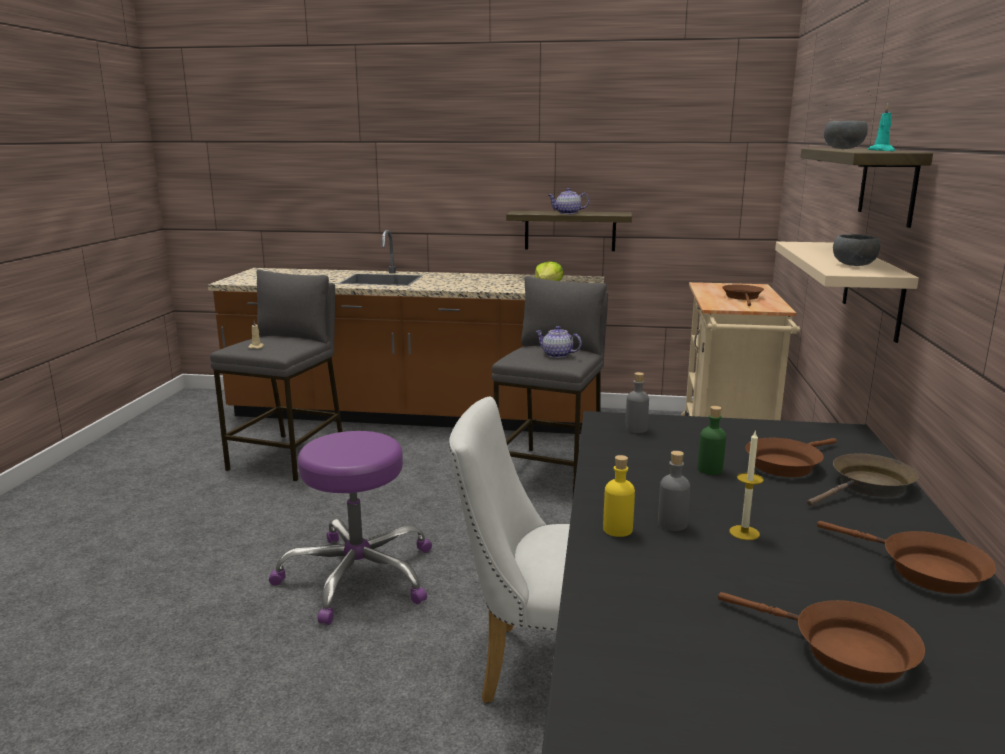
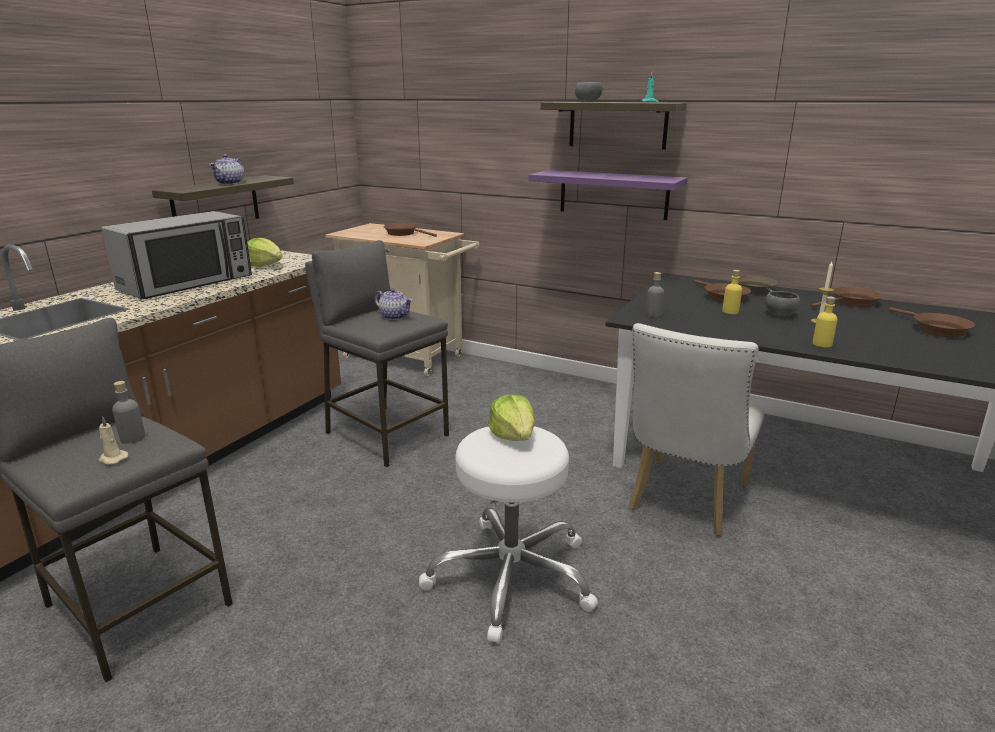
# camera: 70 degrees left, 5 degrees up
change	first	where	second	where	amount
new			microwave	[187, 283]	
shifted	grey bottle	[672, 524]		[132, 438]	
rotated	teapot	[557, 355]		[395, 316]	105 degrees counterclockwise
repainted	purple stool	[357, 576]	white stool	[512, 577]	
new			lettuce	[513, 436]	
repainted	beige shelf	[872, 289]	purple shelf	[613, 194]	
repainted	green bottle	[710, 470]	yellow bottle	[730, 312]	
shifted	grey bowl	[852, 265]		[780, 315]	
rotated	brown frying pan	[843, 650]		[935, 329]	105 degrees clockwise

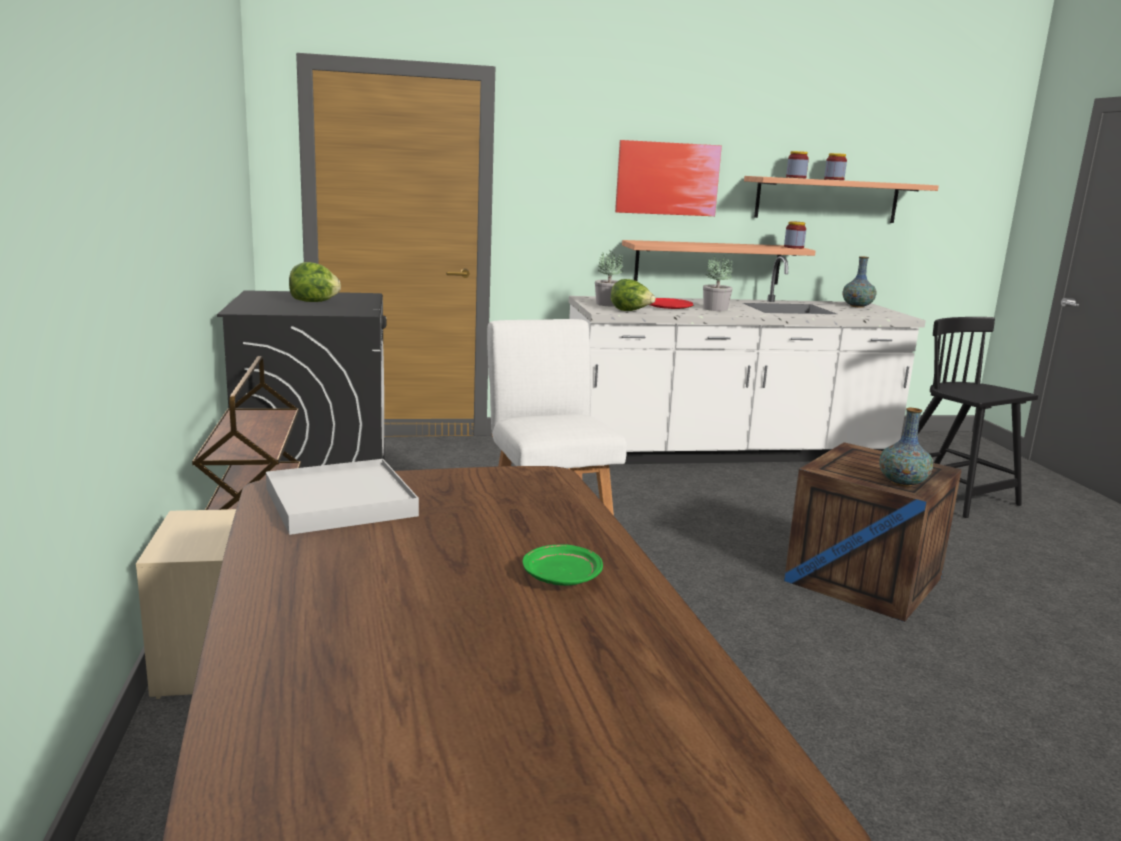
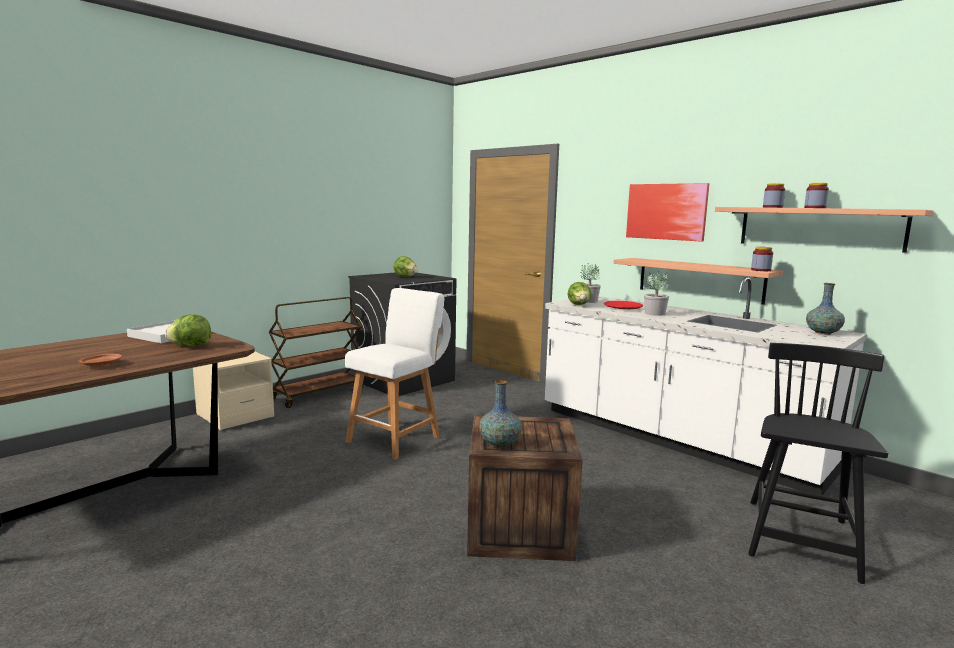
# camera: 55 degrees right, 5 degrees down
change	first	where	second	where	amount
repainted	green plate	[561, 577]	brown plate	[102, 365]	
new			lettuce	[190, 346]	

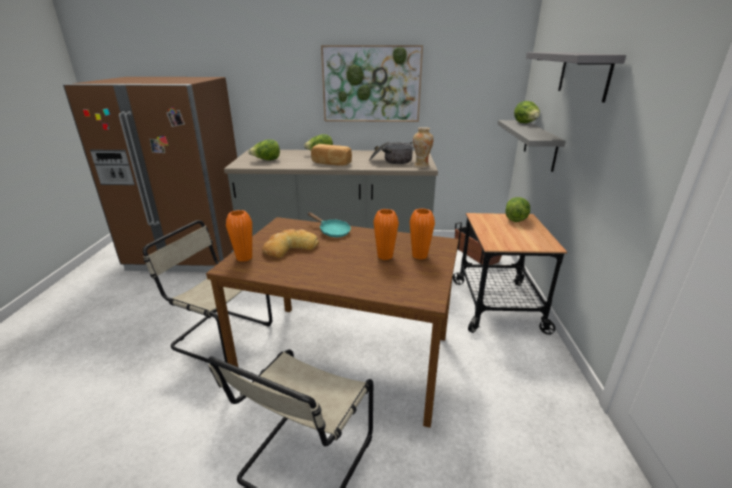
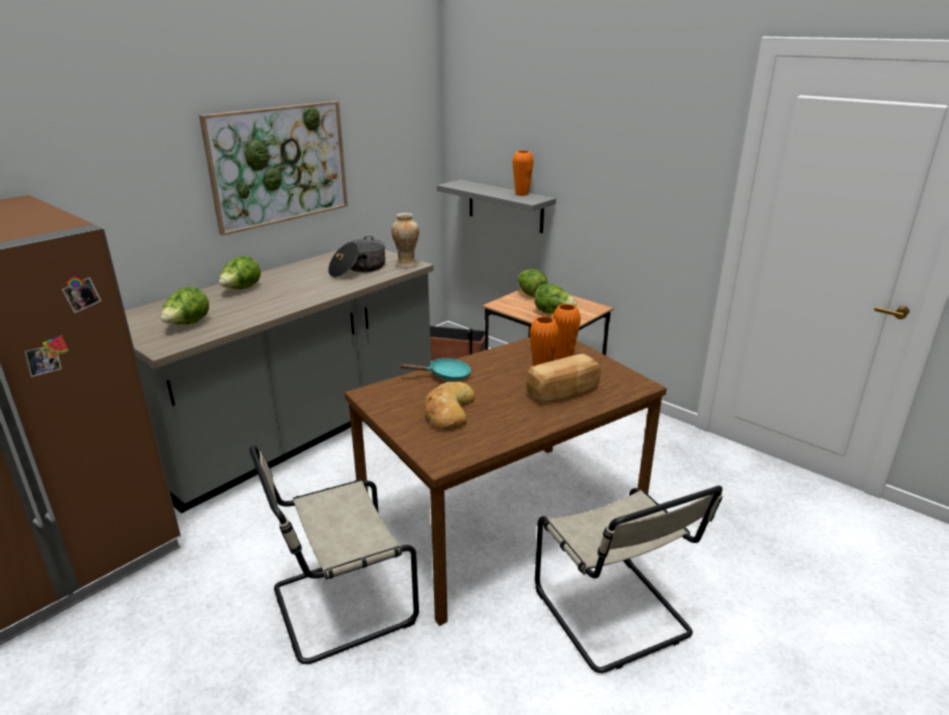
# camera: 50 degrees left, 0 degrees up
change	first	where	second	where	amount
shifted	orange vase	[244, 258]		[521, 194]	
shifted	bread	[331, 163]		[564, 393]	
shifted	lettuce	[525, 123]		[553, 313]	
gone	grey shelf	[584, 75]			

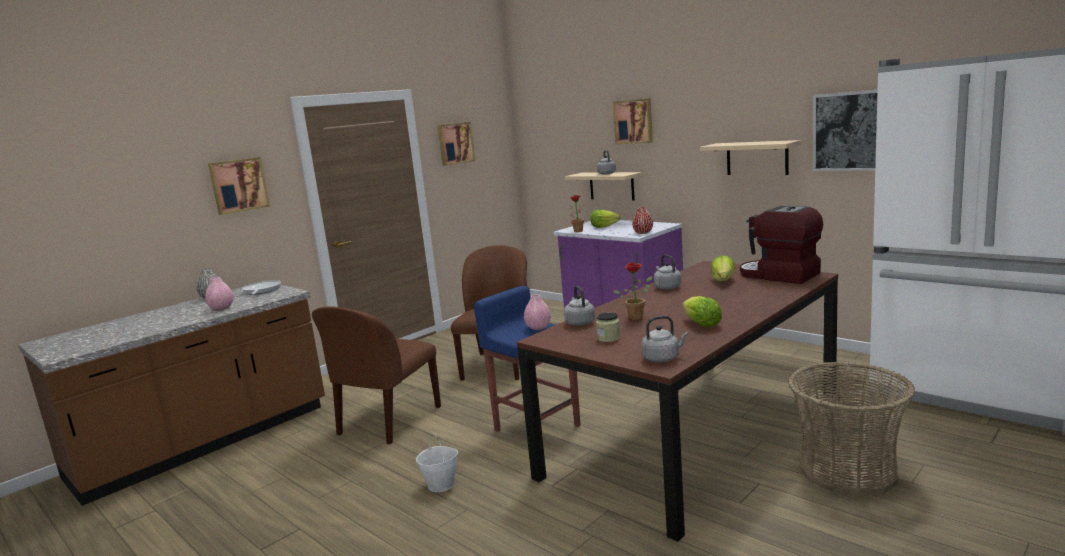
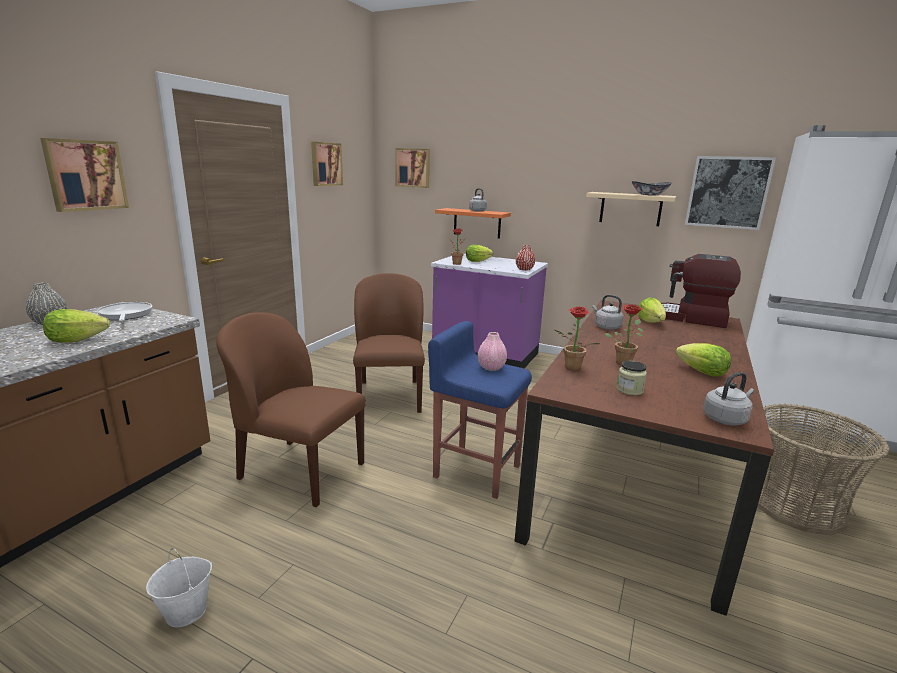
# camera: 20 degrees left, 5 degrees up
change	first	where	second	where	amount
swapped	pink vase	[221, 308]	lettuce	[76, 340]	
shifted	white bucket	[441, 485]		[187, 611]	
rotated	brown chair	[388, 421]		[299, 471]	105 degrees clockwise
shifted	picture	[634, 121]		[413, 168]	
repainted	beige shelf	[611, 186]	orange shelf	[477, 223]	
swapped	grey kettle	[579, 323]	potted plant	[570, 368]	
new			bowl	[649, 195]	

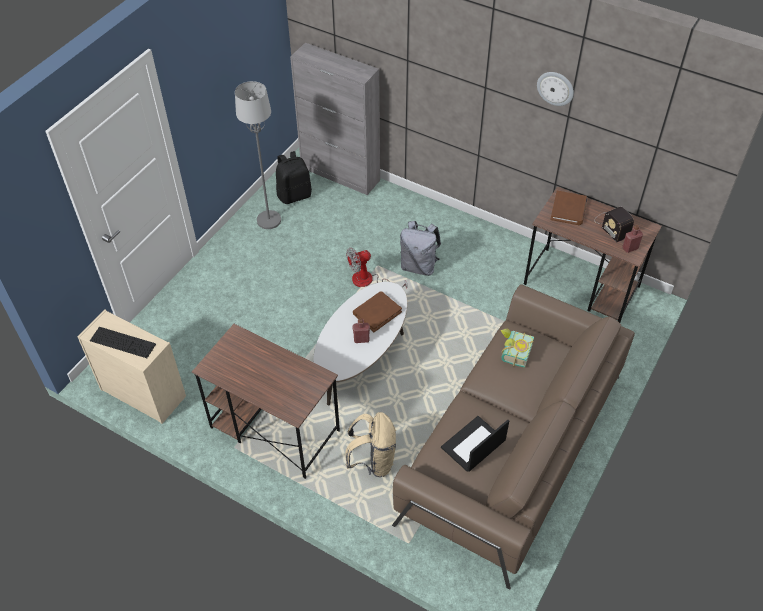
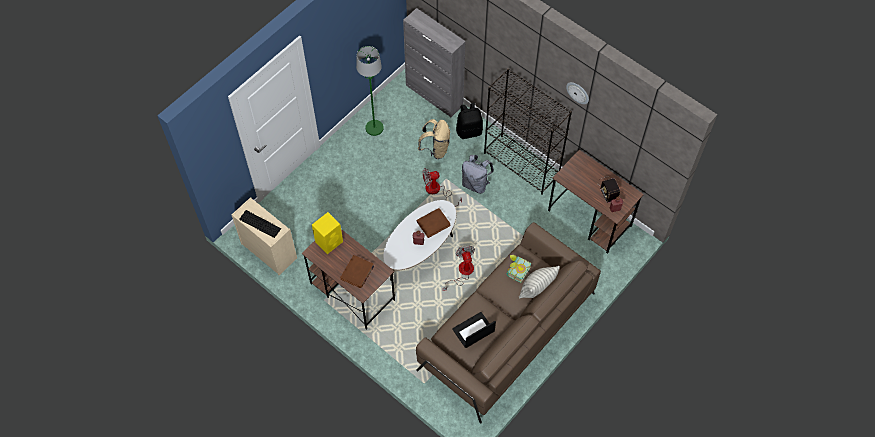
# camera: 10 degrees right, 10 degrees up
change	first	where	second	where	amount
new			yellow speaker	[329, 241]	
shifted	brown book	[568, 210]		[357, 272]	
repainted	grey floor lamp	[268, 220]	green floor lamp	[374, 128]	
shifted	beige backpack	[373, 461]		[436, 149]	
new			fan	[462, 272]	
shifted	black backpack	[294, 195]		[469, 131]	
new			black bookcase	[522, 164]	
new			pillow	[537, 289]	

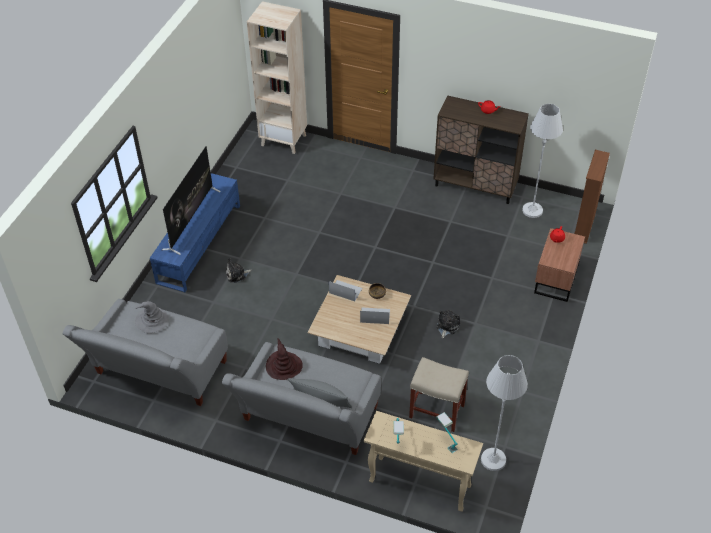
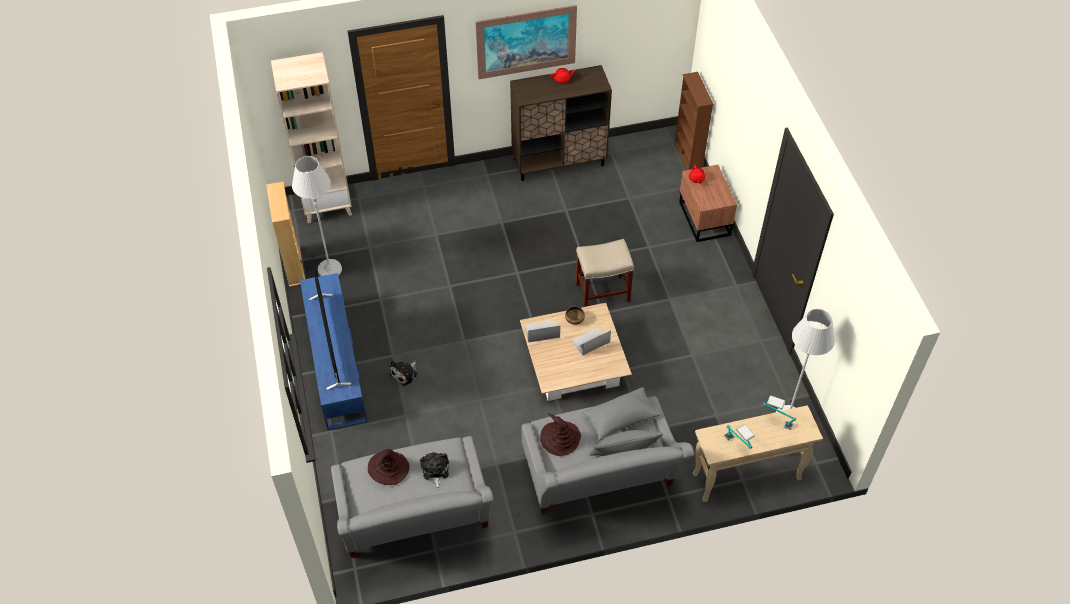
# camera: 35 degrees left, 5 degrees up
change	first	where	second	where	amount
new			beige bookcase	[294, 266]	
shifted	white floor lamp	[532, 210]		[329, 269]	
repainted	grey hat	[152, 320]	brown hat	[388, 468]	
shifted	plush toy	[447, 326]		[435, 471]	
new			picture	[526, 42]	
shifted	beige stool	[436, 411]		[602, 293]	
new			grey pillow	[620, 419]	

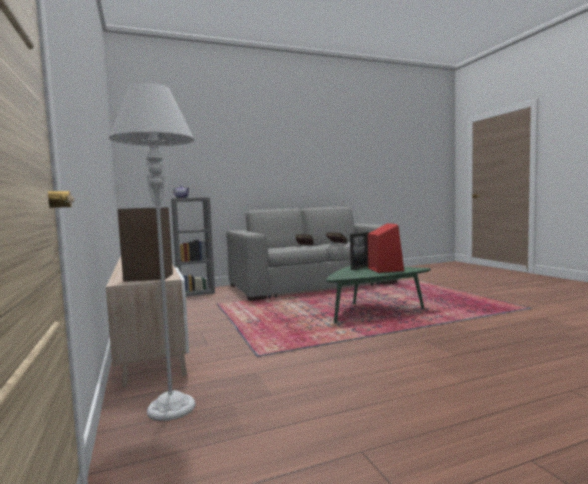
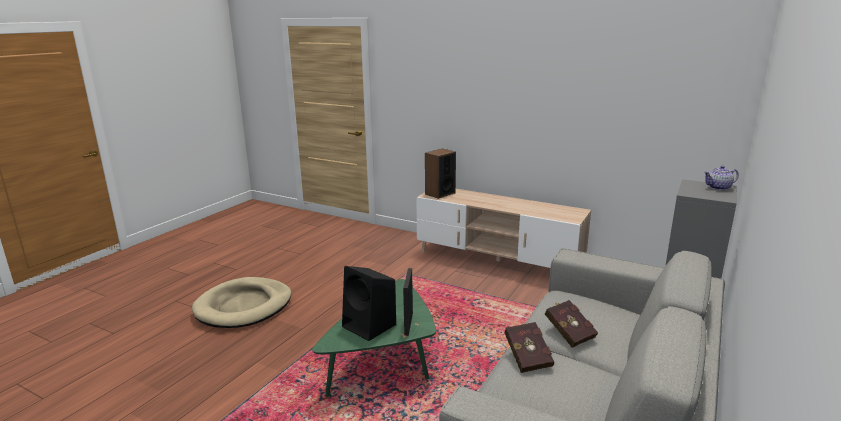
# camera: 140 degrees right, 15 degrees up
change	first	where	second	where	amount
new			beige dog bed	[244, 306]	
repainted	red speaker	[385, 269]	black speaker	[370, 326]	
gone	grey floor lamp	[171, 408]			

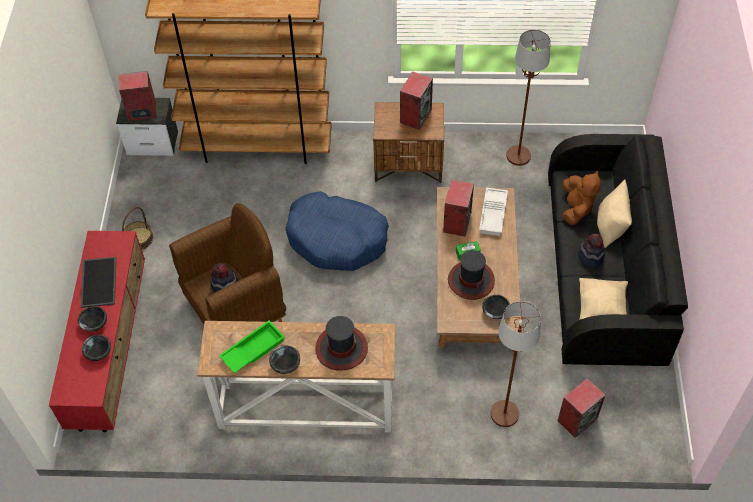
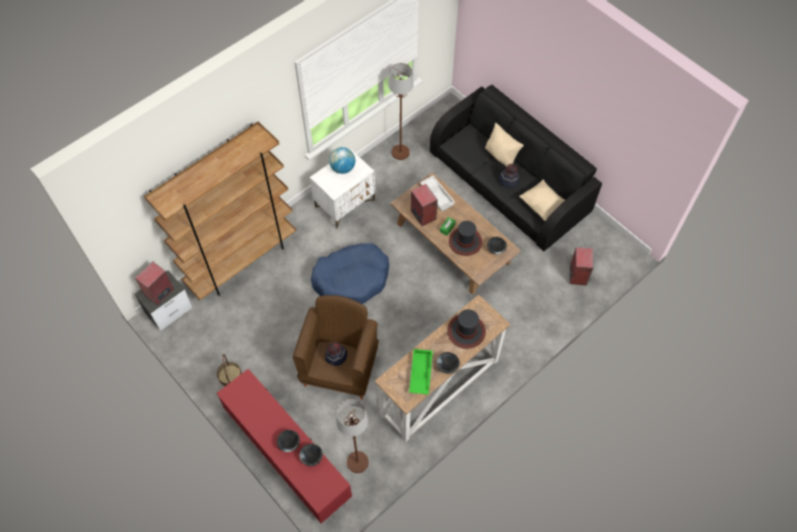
# camera: 45 degrees left, 5 degrees up
change	first	where	second	where	amount
repainted	brown nightstand	[409, 165]	white nightstand	[345, 203]	
swapped	speaker	[415, 116]	globe	[342, 168]	
shifted	brown floor lamp	[504, 414]		[357, 462]	
gone	tray	[98, 282]			
gone	brown plush toy	[576, 208]			

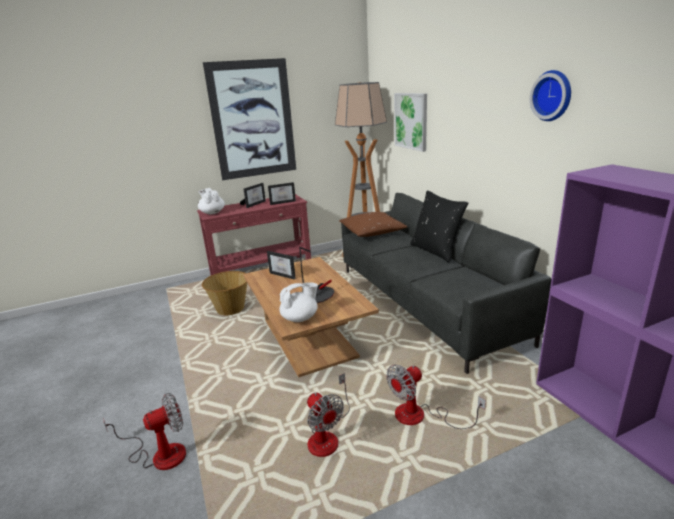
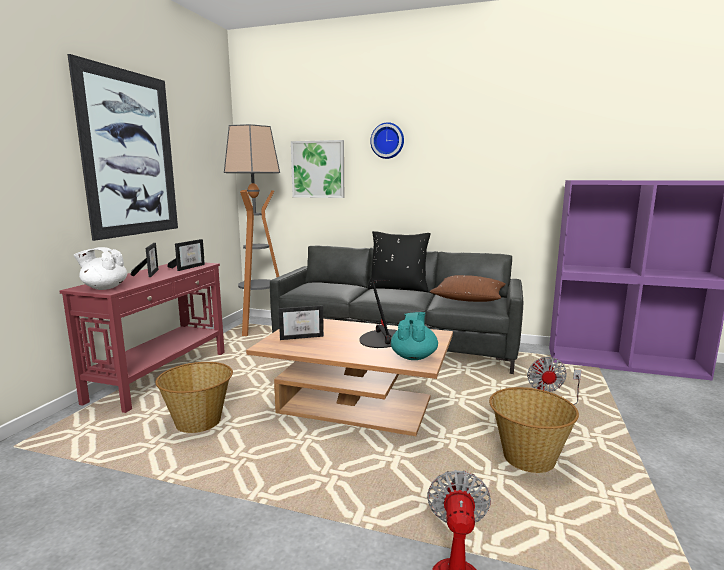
# camera: 50 degrees left, 10 degrees down
change	first	where	second	where	amount
shifted	wall clock	[553, 95]		[387, 141]	
repainted	white teapot	[300, 318]	turquoise teapot	[413, 357]	
shifted	brown pillow	[372, 232]		[468, 298]	
swapped	fan	[327, 436]	basket	[527, 458]	

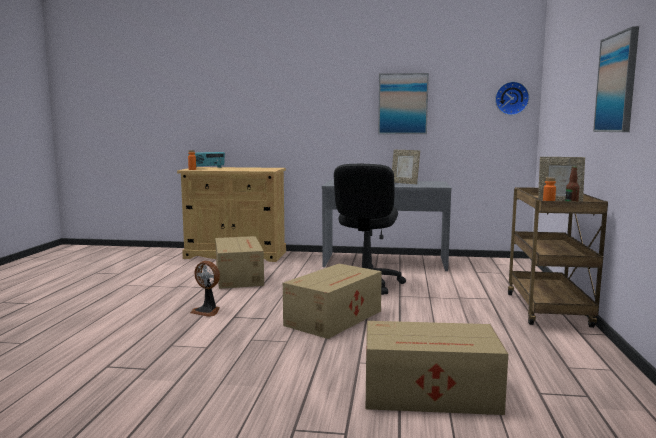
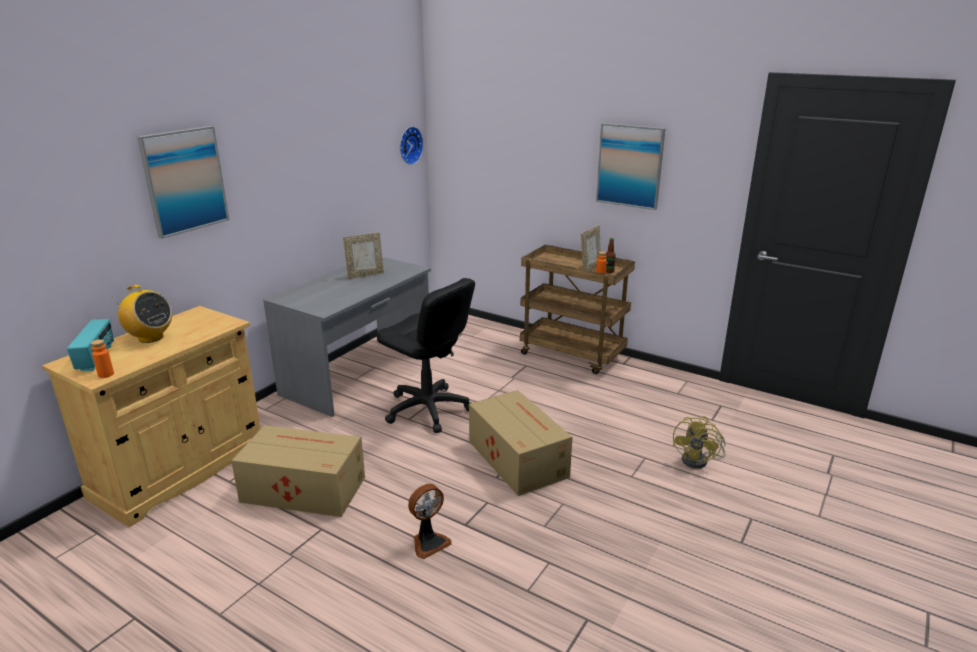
# camera: 65 degrees left, 15 degrees up
change	first	where	second	where	amount
new			radio	[150, 337]	
shifted	picture	[403, 104]		[184, 180]	
swapped	cardboard box	[432, 393]	yellow fan	[699, 460]	

